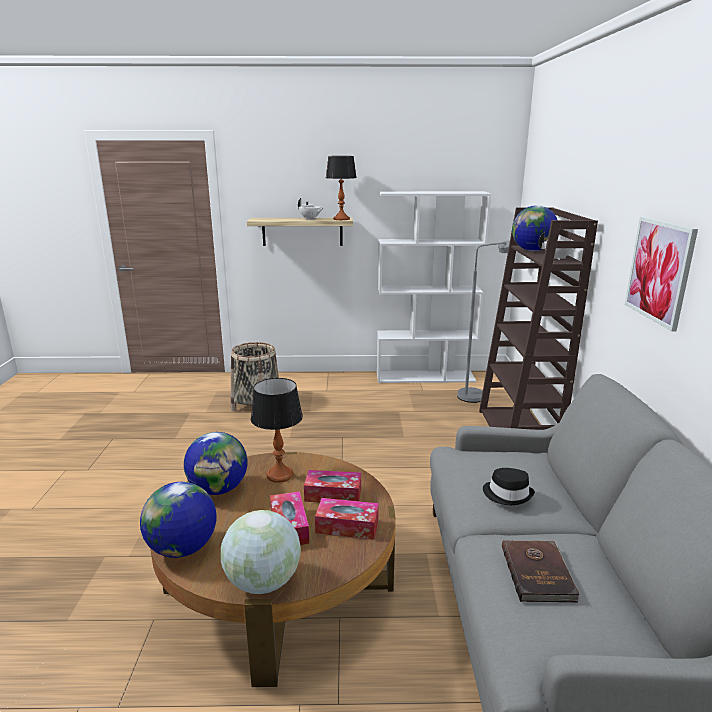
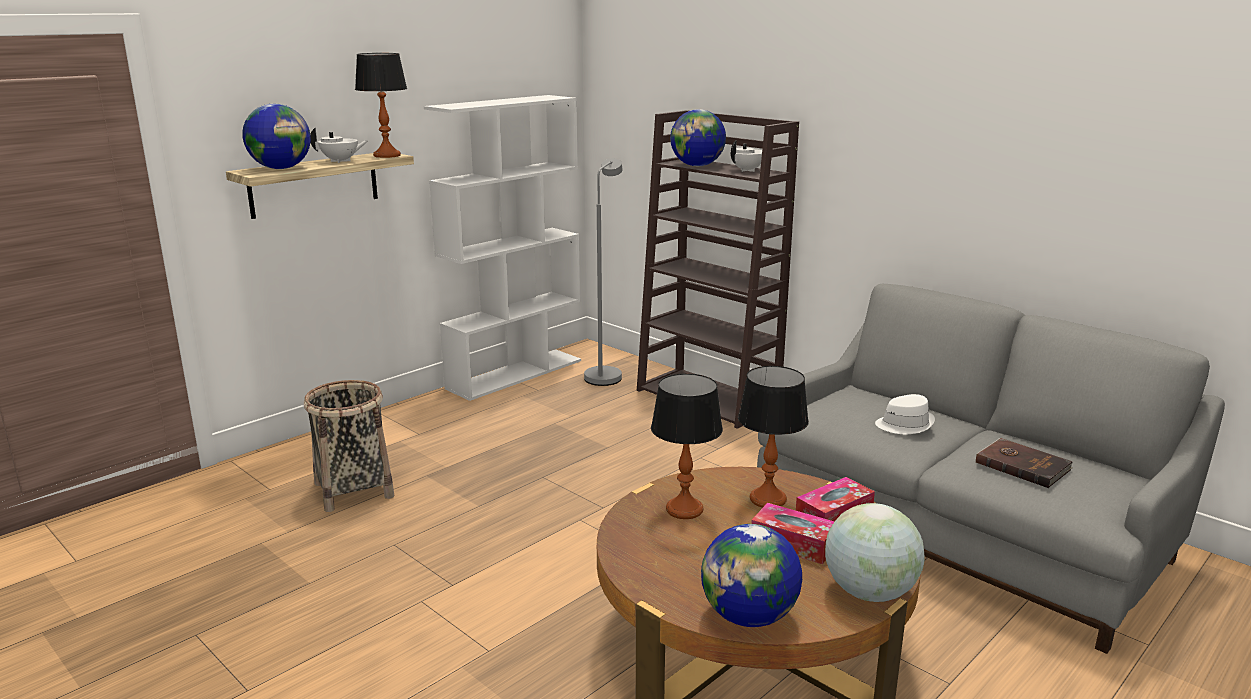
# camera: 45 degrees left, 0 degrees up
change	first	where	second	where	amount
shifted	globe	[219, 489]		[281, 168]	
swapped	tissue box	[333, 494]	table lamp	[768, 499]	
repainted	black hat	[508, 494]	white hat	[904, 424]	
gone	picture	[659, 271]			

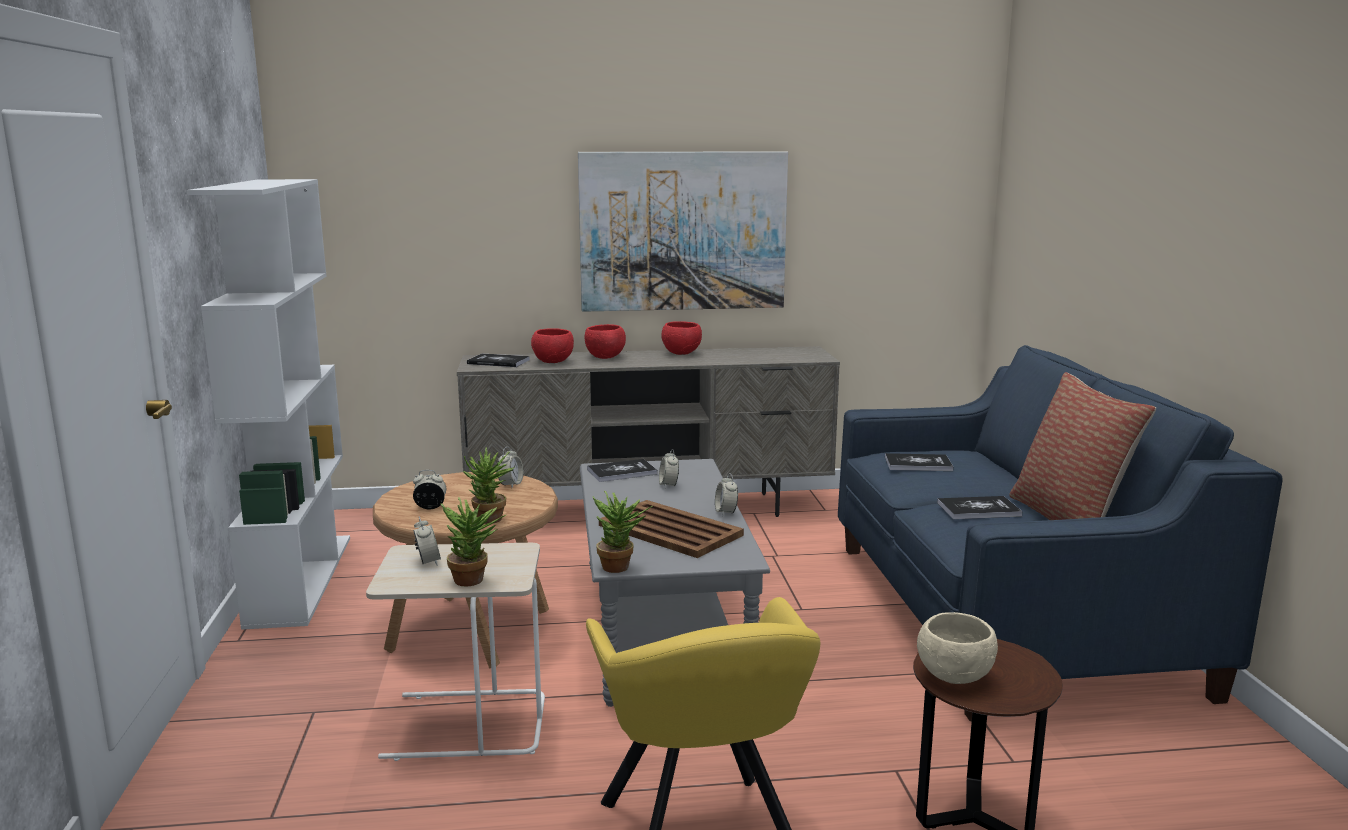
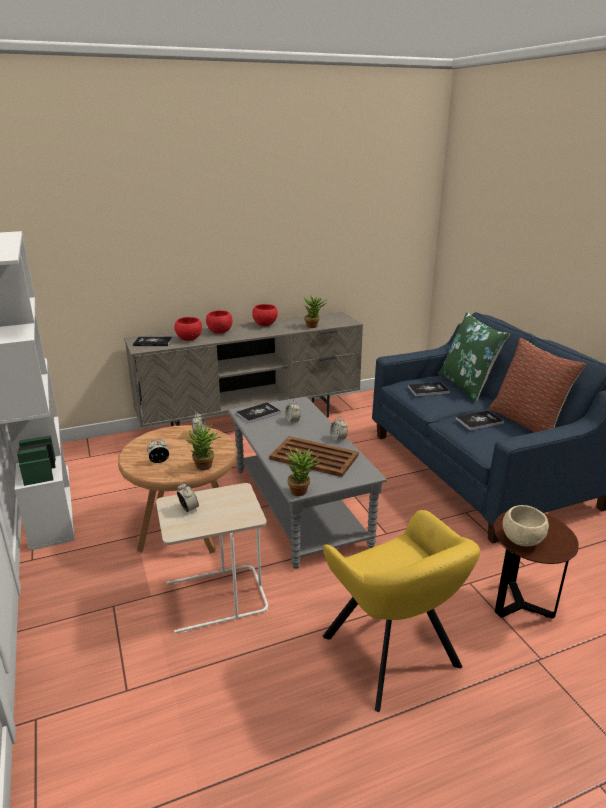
# camera: 15 degrees left, 10 degrees up
change	first	where	second	where	amount
shifted	potted plant	[475, 580]		[314, 326]	
new			green pillow	[467, 386]	
gone	picture	[683, 231]			

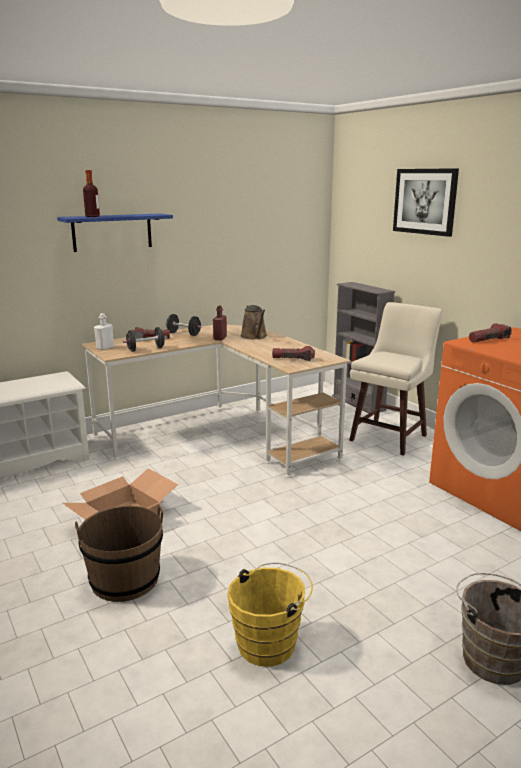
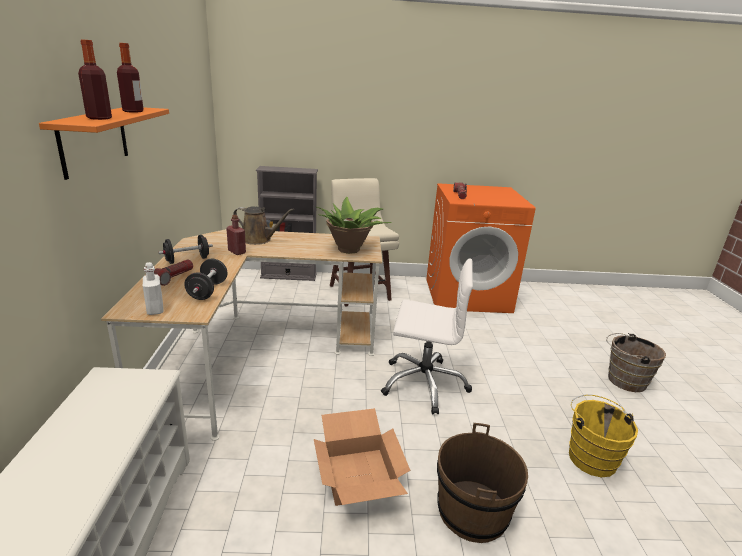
# camera: 60 degrees left, 5 degrees up
change	first	where	second	where	amount
repainted	blue shelf	[112, 232]	orange shelf	[94, 140]	
new			bottle	[133, 111]	
swapped	flashlight	[293, 359]	potted plant	[349, 249]	
new			white office chair	[424, 383]	
gone	picture	[425, 201]			

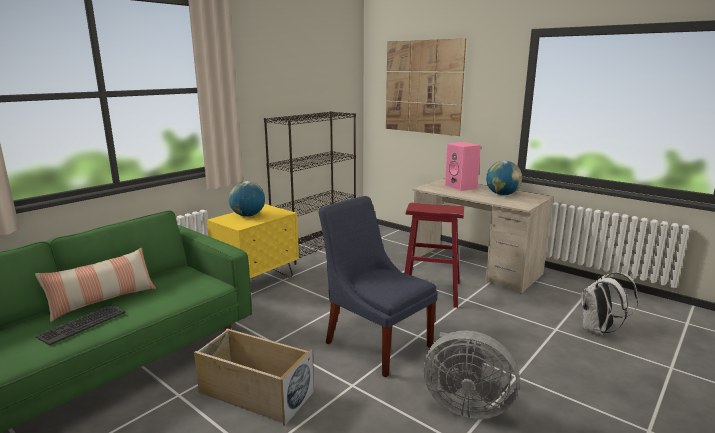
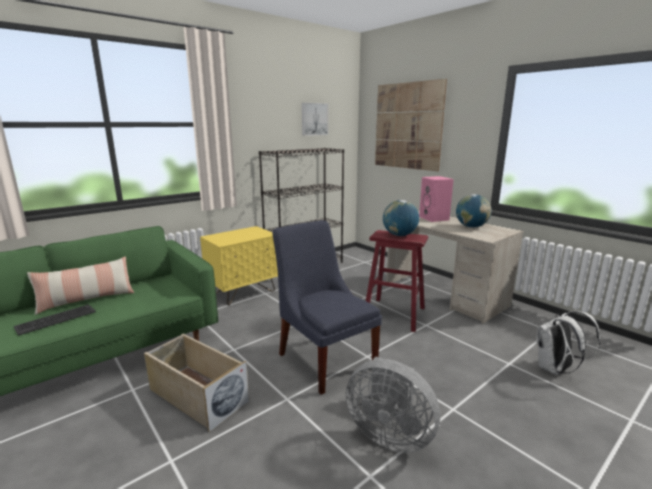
# camera: 10 degrees right, 0 degrees up
change	first	where	second	where	amount
new			picture	[314, 119]	
shifted	globe	[248, 215]		[399, 235]	

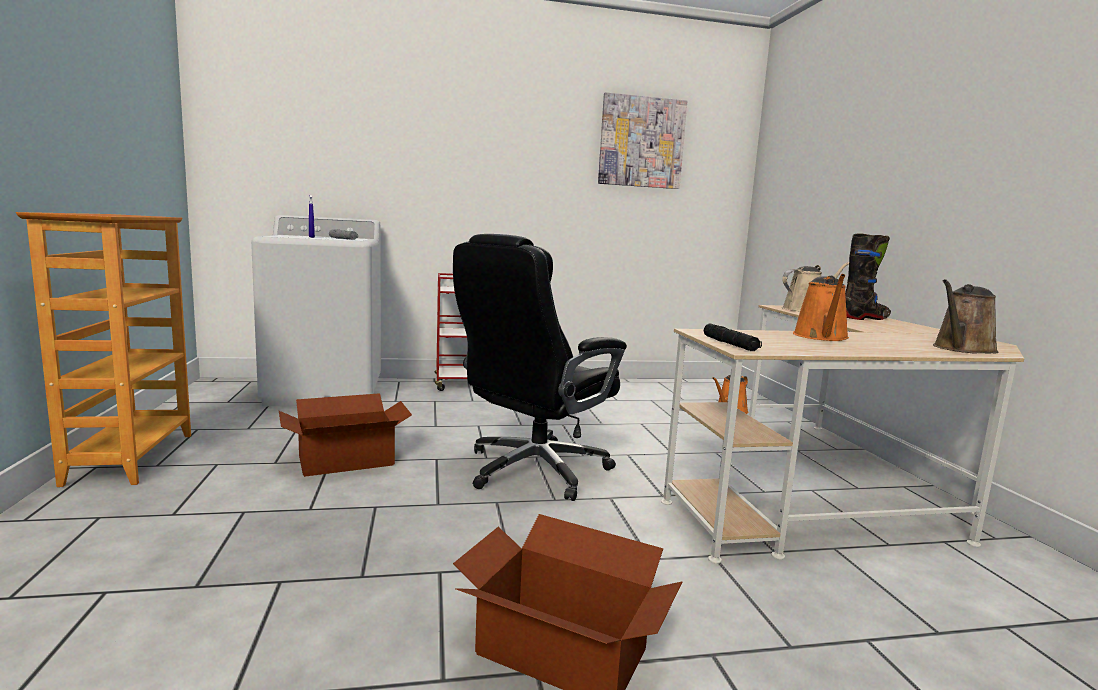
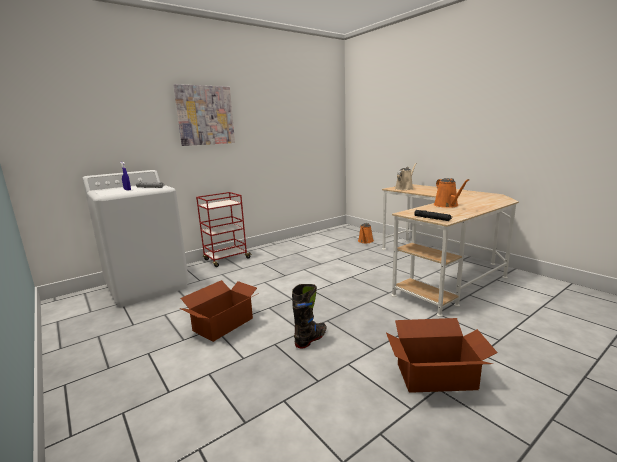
# camera: 25 degrees left, 5 degrees up
change	first	where	second	where	amount
shifted	picture	[641, 142]		[205, 115]	
shifted	black boot	[865, 318]		[311, 339]	
gone	bookcase	[129, 458]			
gone	black office chair	[534, 470]			
gone	brown watering can	[962, 349]			

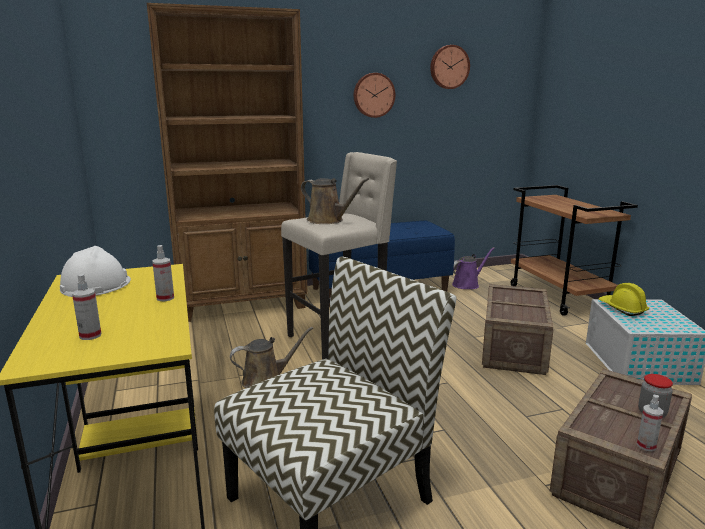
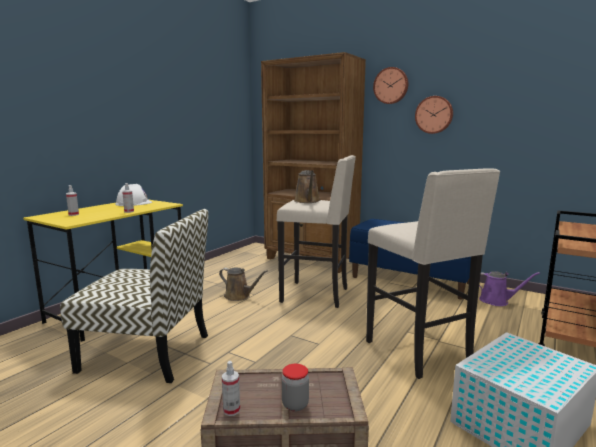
# camera: 50 degrees right, 5 degrees down
change	first	where	second	where	amount
swapped	crate	[514, 348]	beige stool	[420, 352]	
shifted	wall clock	[449, 67]		[391, 86]	
gone	yellow hard hat	[622, 308]			

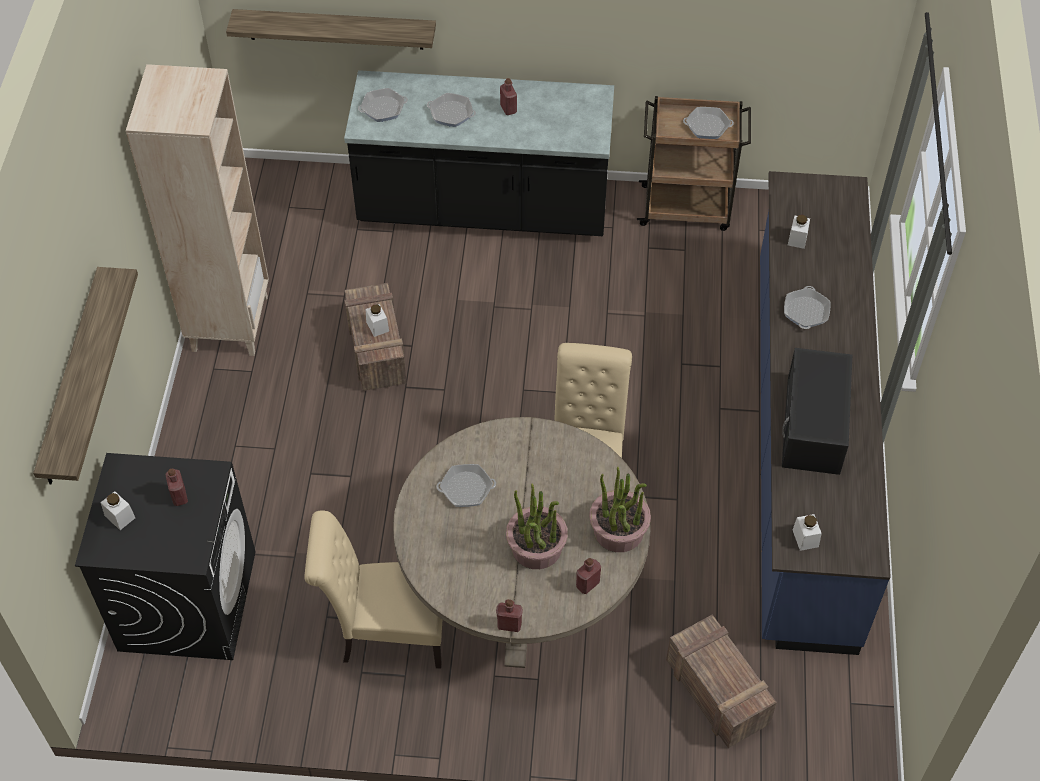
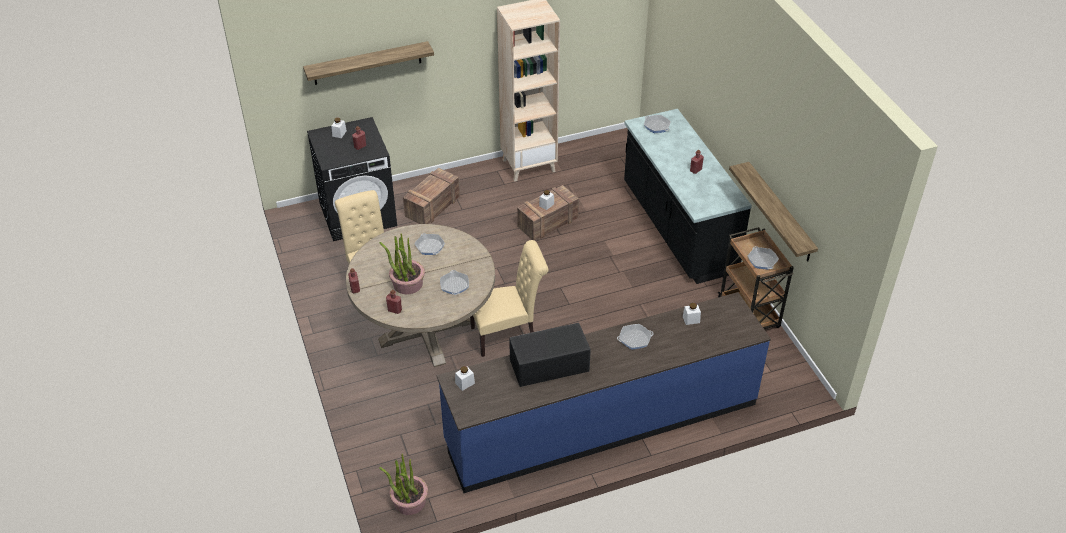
# camera: 65 degrees right, 10 degrees down
change	first	where	second	where	amount
shifted	potted plant	[618, 531]		[409, 501]	
shifted	crate	[716, 691]		[433, 206]	
shifted	frying pan	[451, 113]		[454, 285]	
shifted	shelf	[335, 29]		[780, 212]	

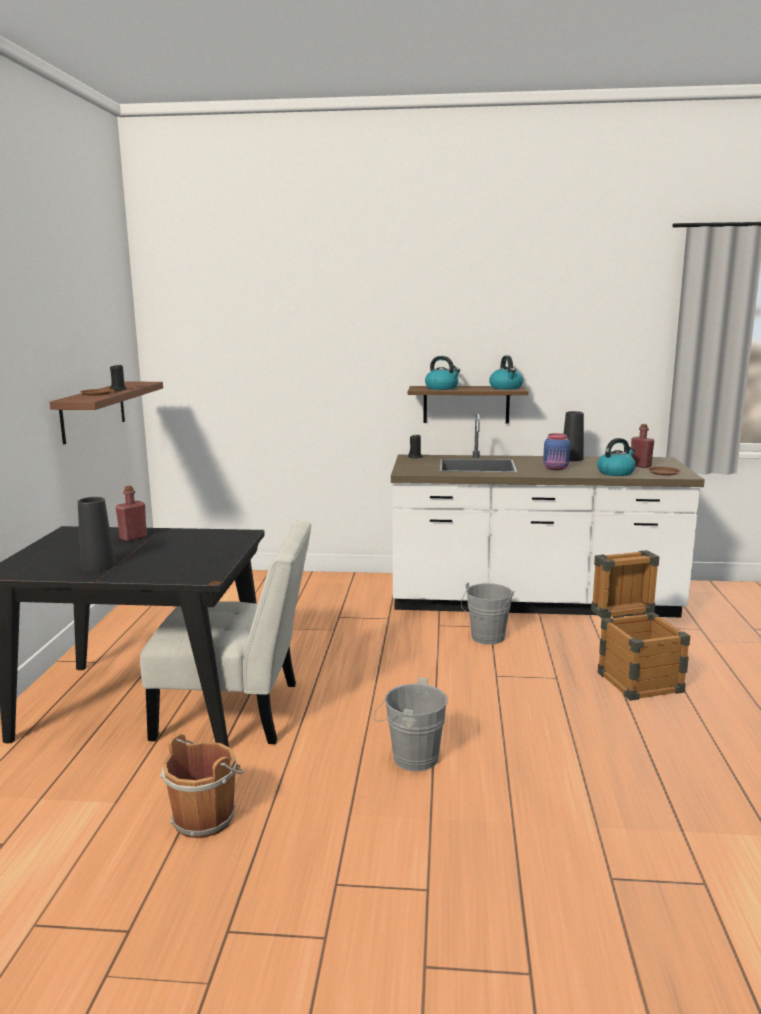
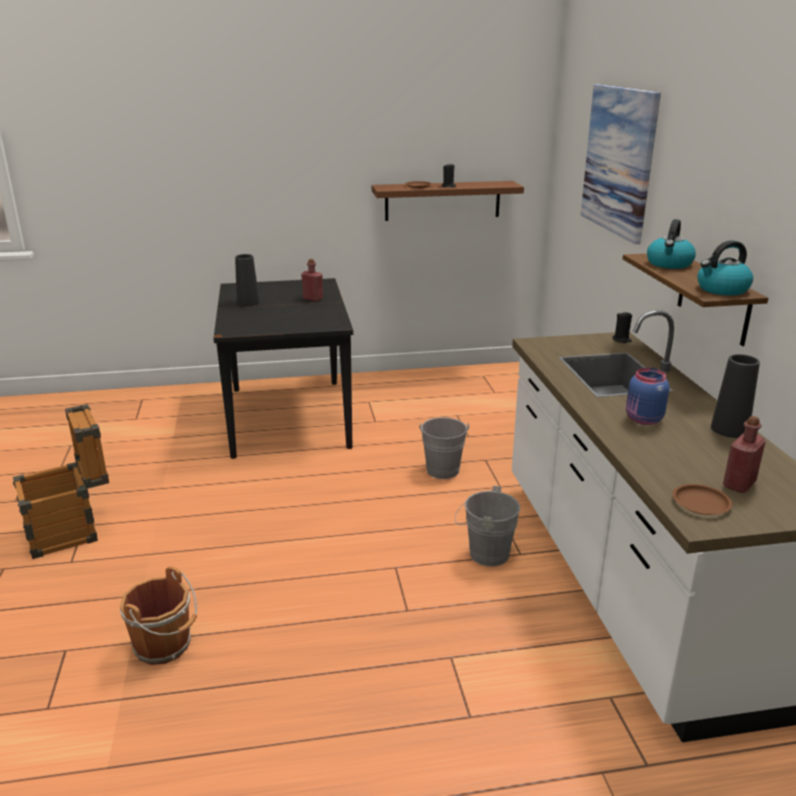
# camera: 75 degrees right, 10 degrees up
change	first	where	second	where	amount
shifted	crate	[634, 677]		[72, 531]	
shifted	brown bucket	[206, 817]		[165, 646]	
shifted	grey bucket	[410, 757]		[442, 468]	
new			picture	[619, 160]	
gone	white chair	[237, 712]			
gone	kettle	[616, 472]			

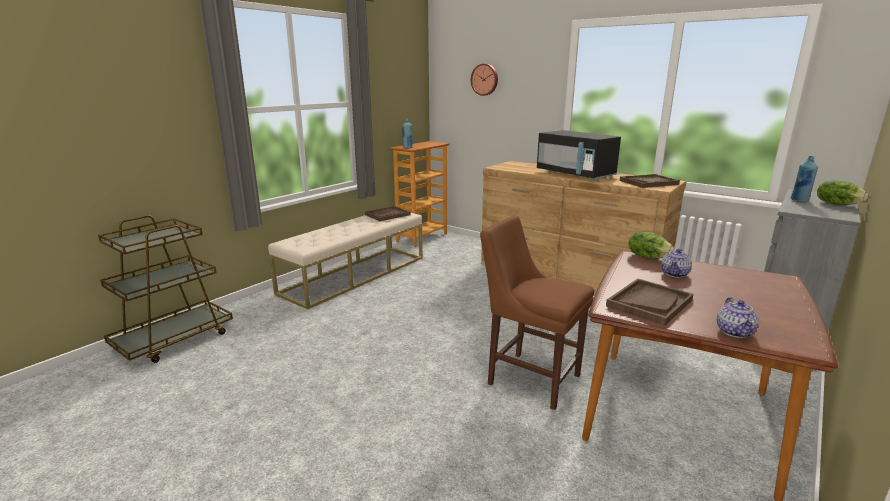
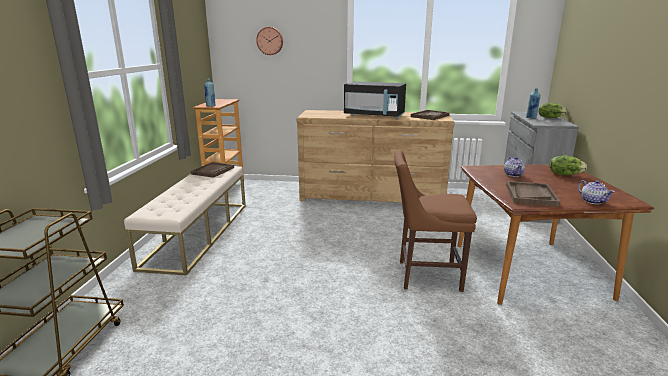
# camera: 30 degrees left, 0 degrees up
change	first	where	second	where	amount
shifted	lettuce	[647, 257]		[564, 174]	

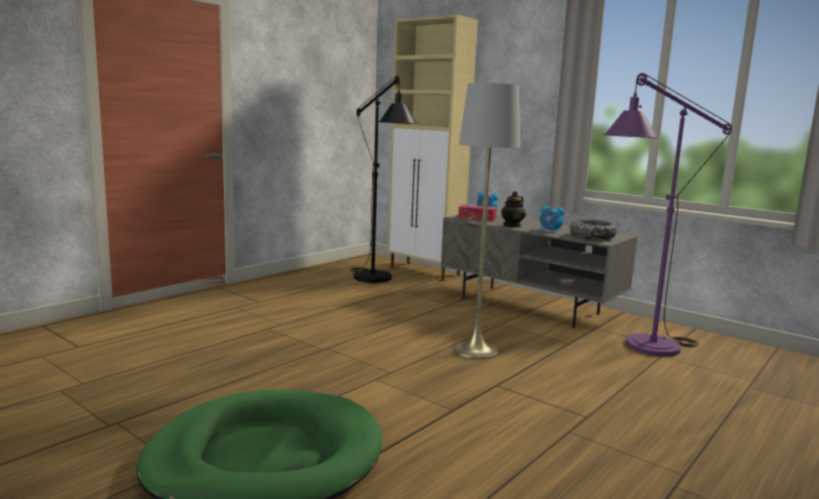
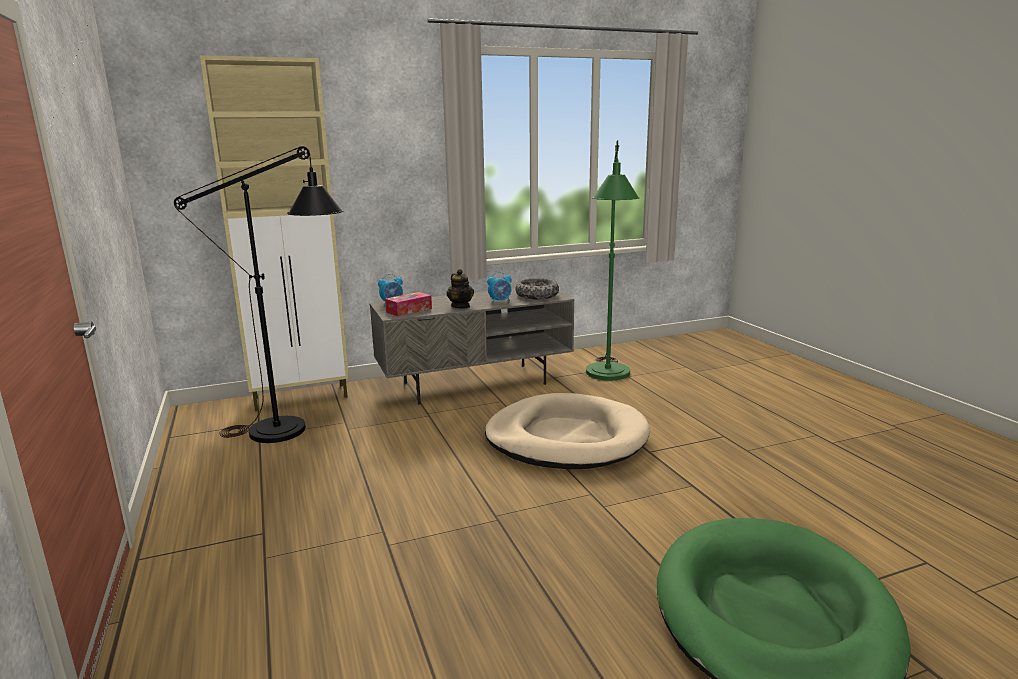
# camera: 60 degrees left, 5 degrees up
change	first	where	second	where	amount
swapped	grey floor lamp	[475, 351]	beige dog bed	[566, 438]	
repainted	purple floor lamp	[640, 348]	green floor lamp	[608, 377]	

